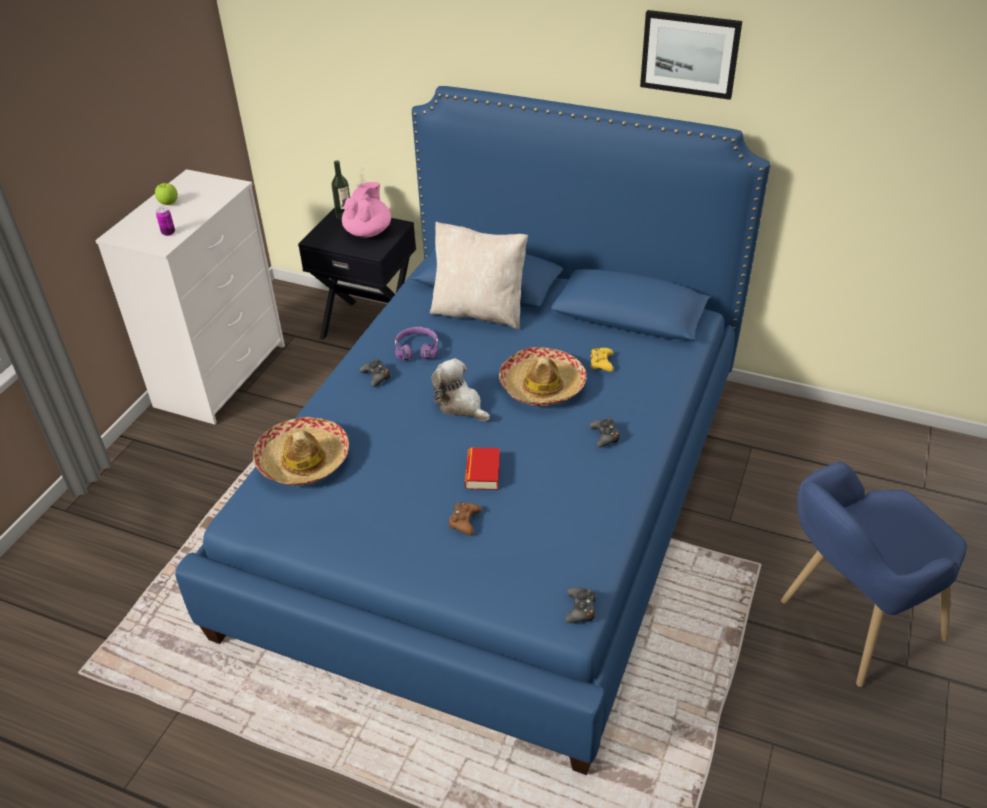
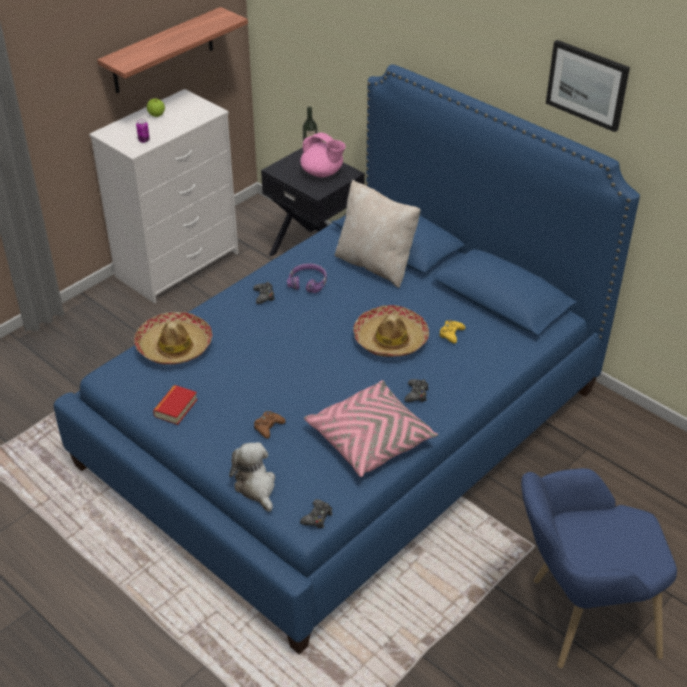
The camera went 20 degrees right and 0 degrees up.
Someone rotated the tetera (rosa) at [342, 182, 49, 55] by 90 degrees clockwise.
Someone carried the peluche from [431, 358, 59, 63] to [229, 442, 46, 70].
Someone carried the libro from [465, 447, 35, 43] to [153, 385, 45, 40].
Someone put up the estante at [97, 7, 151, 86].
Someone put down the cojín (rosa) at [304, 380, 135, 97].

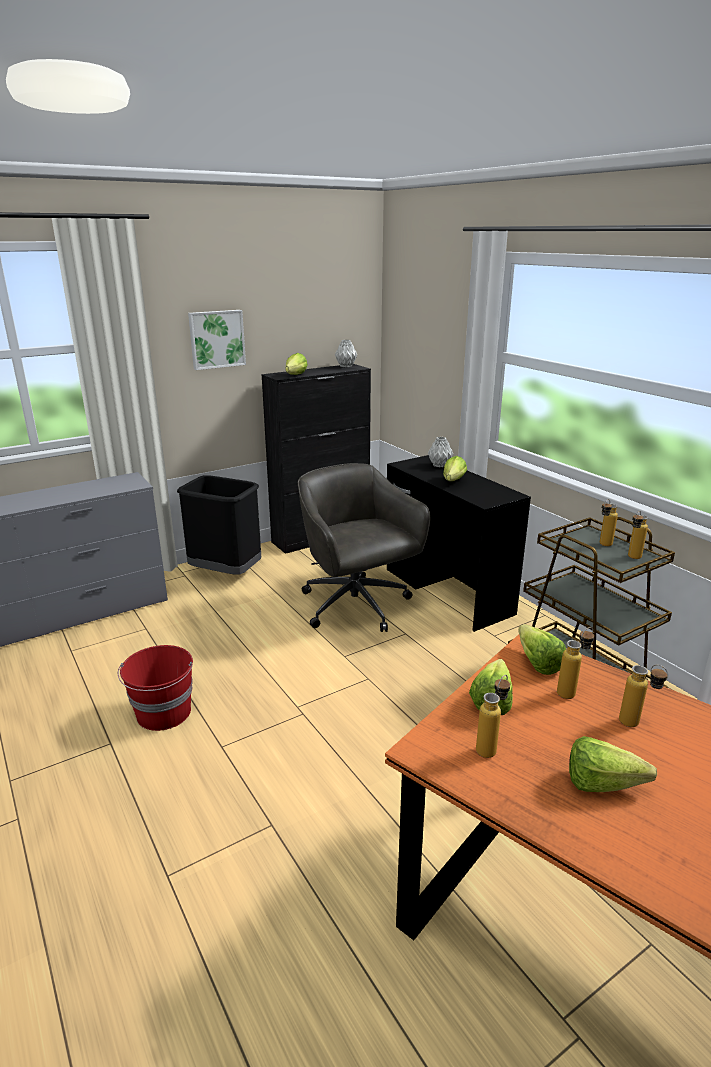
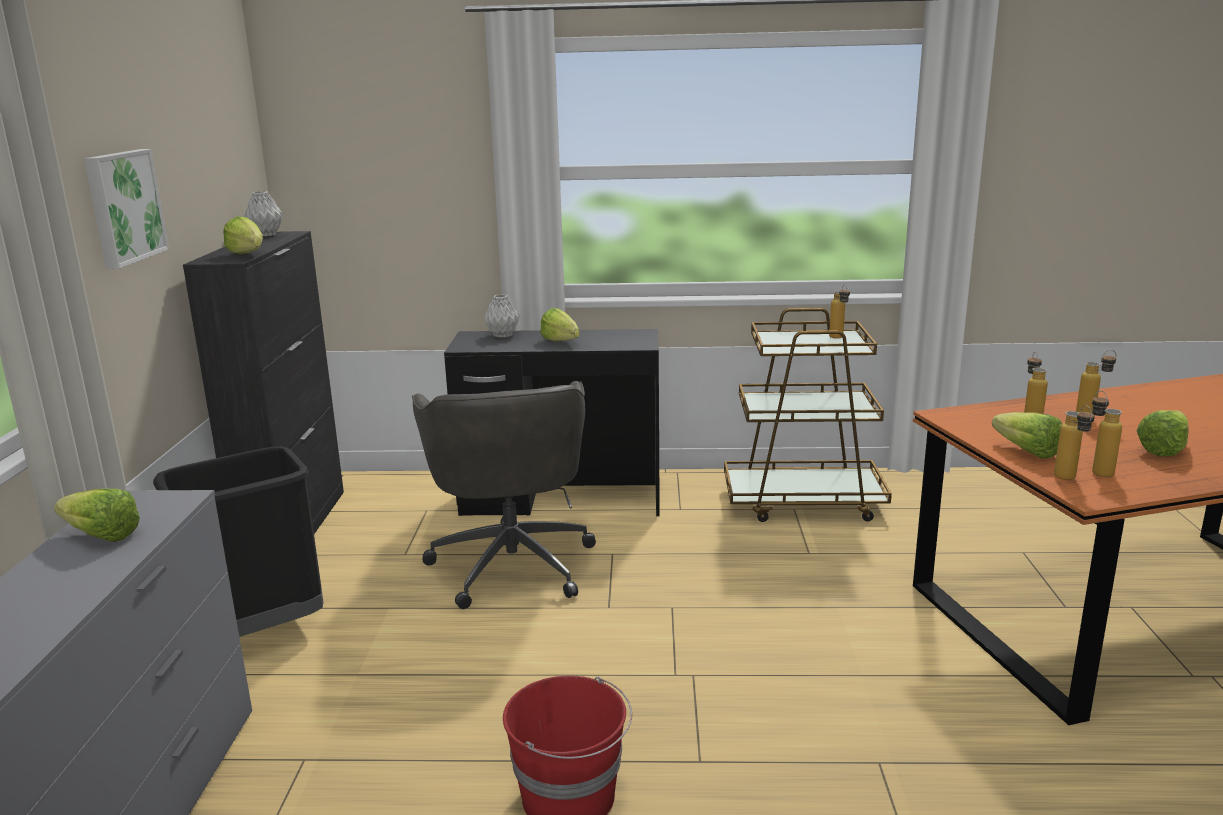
The camera went 55 degrees left and 5 degrees down.
Someone rotated the silla de oficina (gris) at [298, 463, 133, 169] by 105 degrees counterclockwise.
Someone carried the lechuga from [518, 624, 48, 51] to [54, 489, 86, 53].
Someone carried the botella from [600, 499, 18, 47] to [1054, 405, 41, 75].

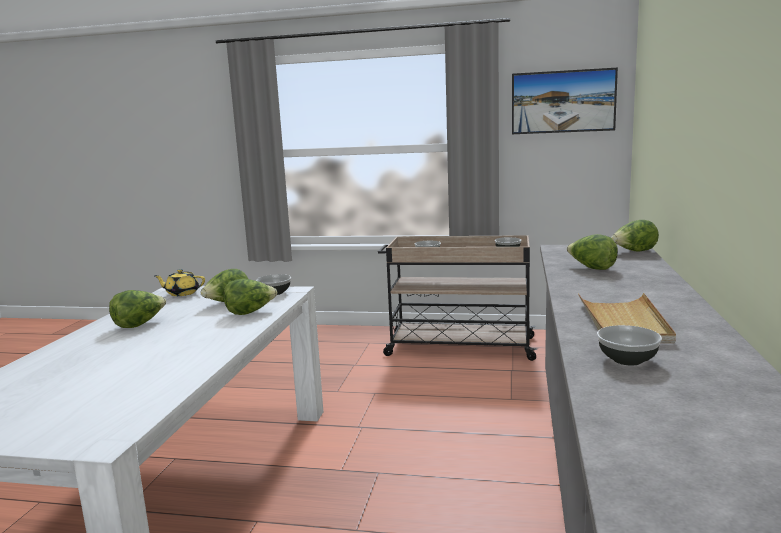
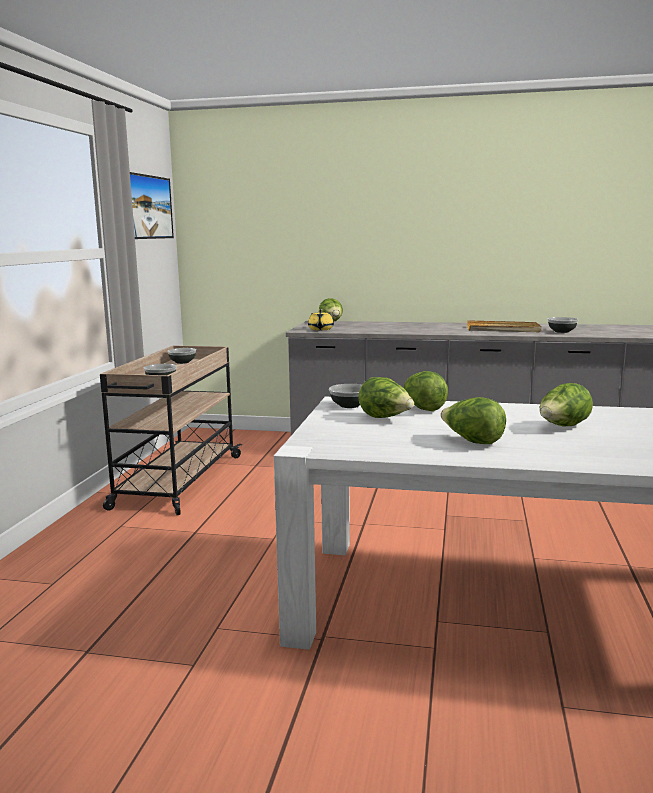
The camera went 90 degrees left and 0 degrees up.
Someone carried the tetera (amarillo) from [154, 269, 51, 27] to [308, 309, 26, 21].
Someone carried the lechuga from [567, 234, 51, 36] to [540, 383, 53, 44].

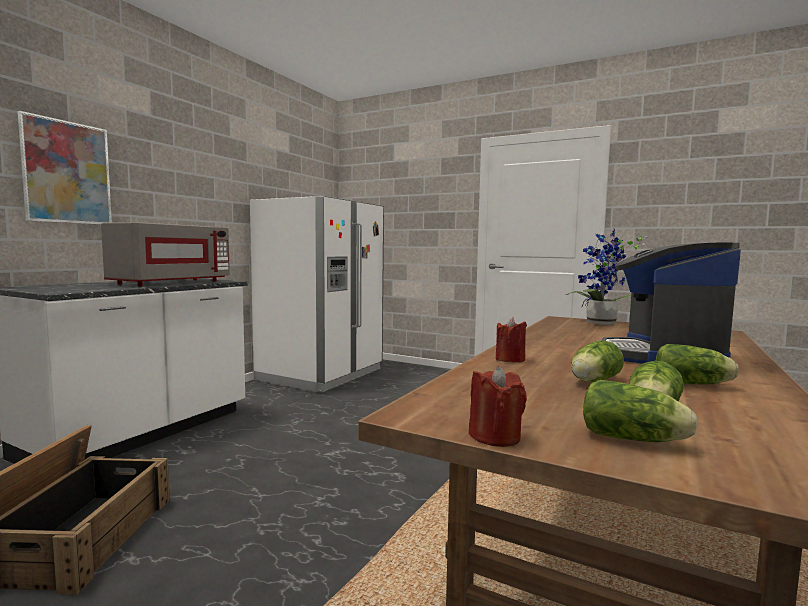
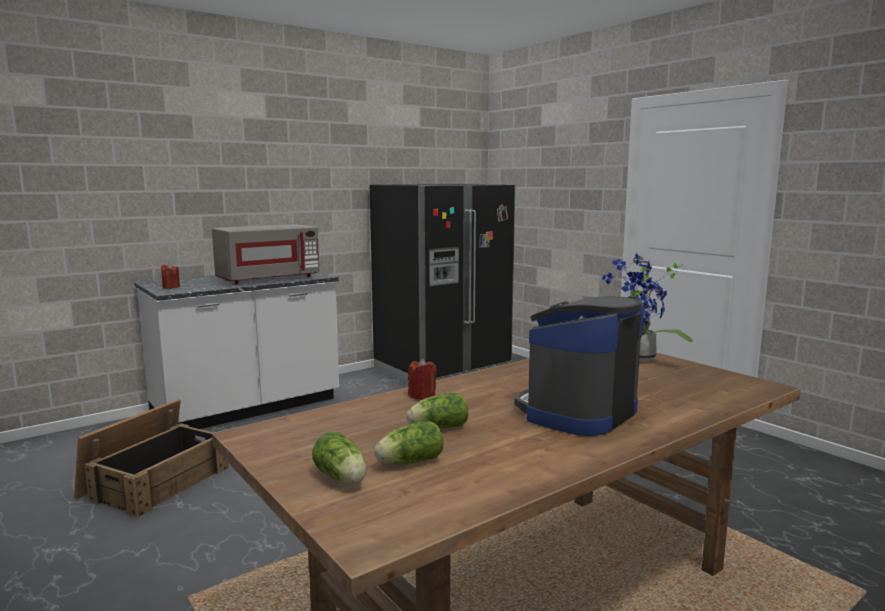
The camera went 25 degrees right and 5 degrees up.
Someone took away the cuadro at [18, 111, 94, 114].
Someone repainted the nevera (blanco) at [250, 196, 134, 196], which became the nevera (negro) at [370, 184, 145, 199].
Someone carried the vela (rojo) from [469, 366, 58, 81] to [161, 263, 19, 25].
Someone took away the lechuga at [656, 344, 83, 41].

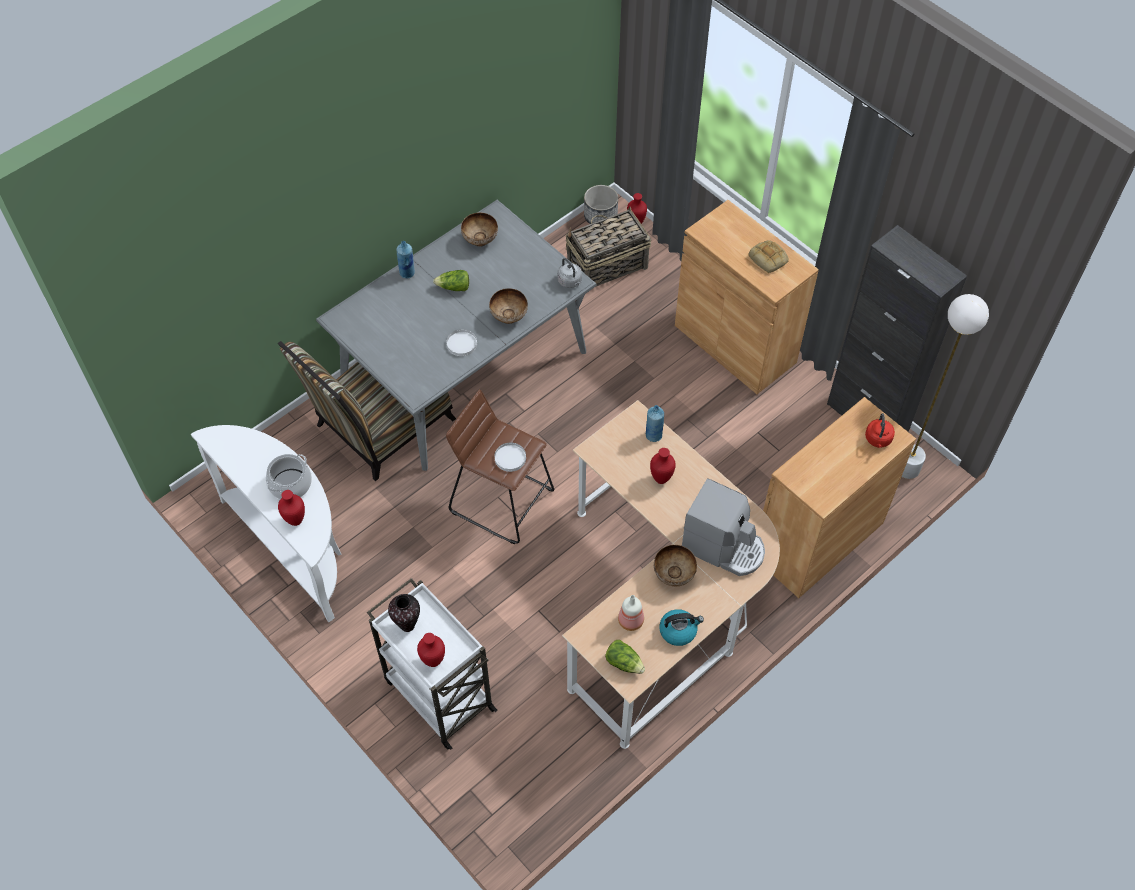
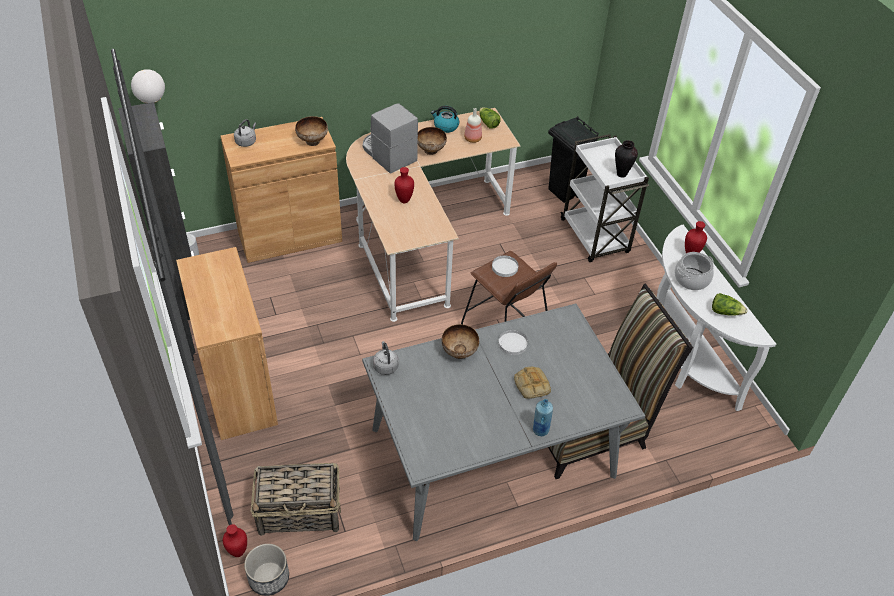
The camera went 160 degrees left and 10 degrees down.
Someone took away the florero (rojo) at [417, 633, 28, 34].
Someone carried the lechuga from [433, 270, 36, 21] to [712, 293, 35, 23].
Someone carried the cuenco from [461, 213, 37, 34] to [295, 116, 33, 30].
Someone took away the botella (azul) at [646, 405, 18, 37].
Someone carried the pan from [749, 240, 40, 33] to [514, 366, 37, 33].
Someone repainted the hervidor (rojo) at [865, 413, 30, 35], which became the hervidor (gris) at [234, 119, 22, 28].
Someone put down the papelera (negro) at [548, 116, 51, 87].

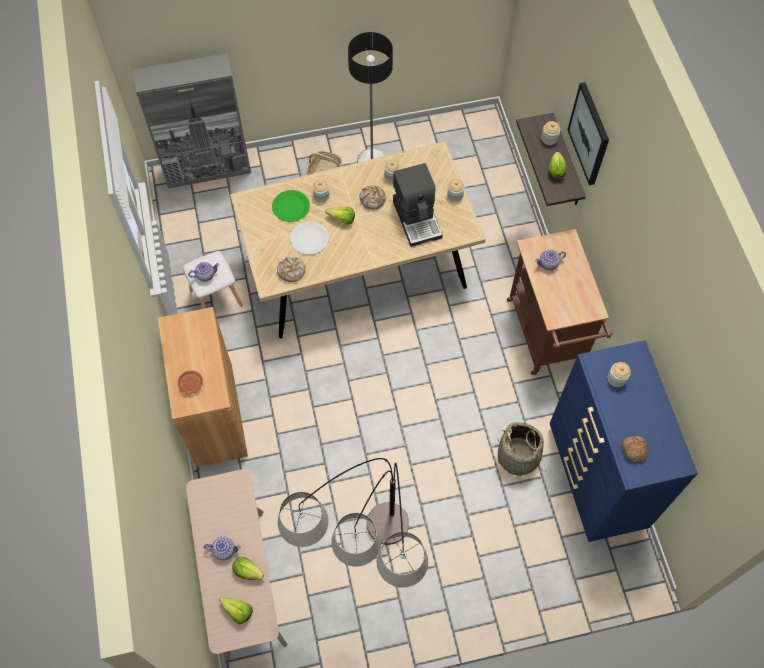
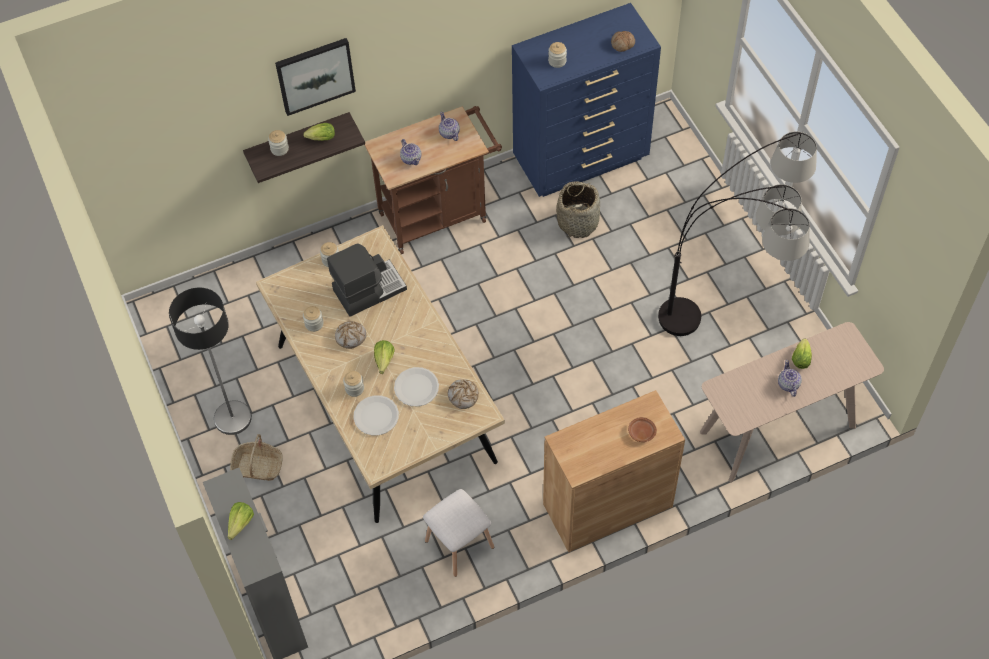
The camera went 100 degrees left and 5 degrees down.
Someone carried the tetera from [188, 262, 31, 20] to [439, 112, 21, 29].
Someone carried the lechuga from [219, 597, 34, 27] to [228, 502, 26, 38].
Someone repainted the plato (verde) at [272, 190, 38, 32], which became the plato (blanco) at [354, 395, 45, 40].

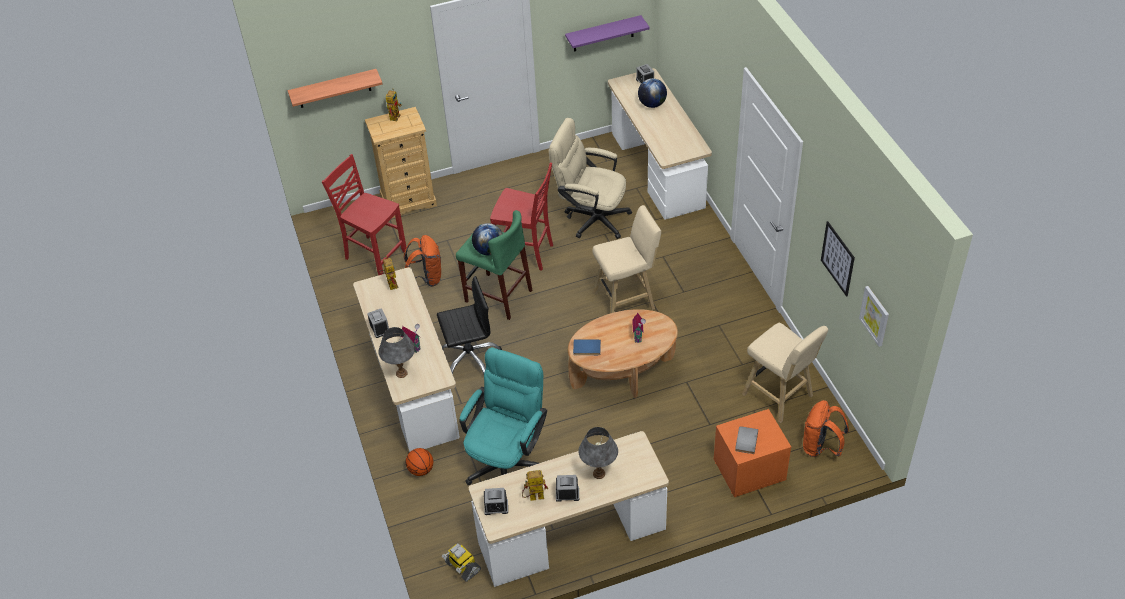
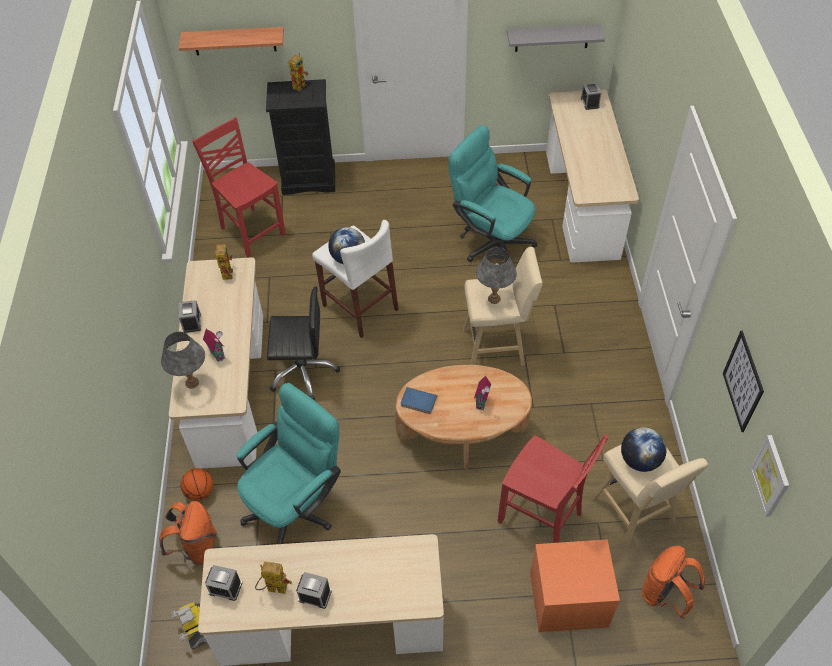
The camera went 15 degrees right and 5 degrees up.
Someone repainted the cómoda (beis) at [365, 107, 72, 111], which became the cómoda (negro) at [266, 79, 69, 116].
Someone carried the mochila (naranja) from [404, 235, 38, 52] to [159, 501, 58, 64].
Someone repainted the taburete (verde) at [456, 210, 76, 110], which became the taburete (blanco) at [312, 220, 87, 118].
Someone carried the silla (rojo) from [490, 163, 63, 108] to [498, 435, 110, 108].
Someone repainted the silla de oficina (beis) at [549, 118, 83, 121], which became the silla de oficina (turquesa) at [448, 125, 89, 137].
Someone repainted the estante (morado) at [565, 15, 85, 36], which became the estante (gris) at [507, 24, 98, 28].
Someone carried the lámpara de mesa (gris) from [578, 427, 40, 52] to [476, 247, 41, 57].
Someone carried the globo terráqueo from [638, 78, 29, 30] to [621, 427, 46, 45].
Someone took away the libro (gris) at [735, 426, 23, 28].

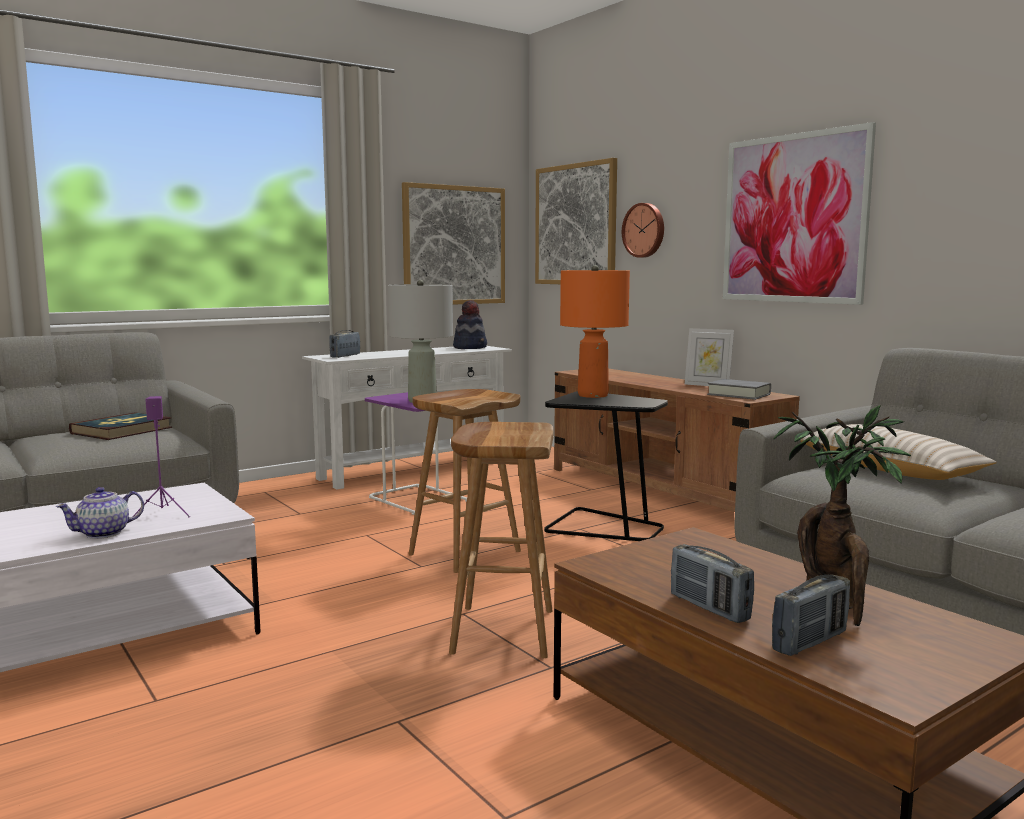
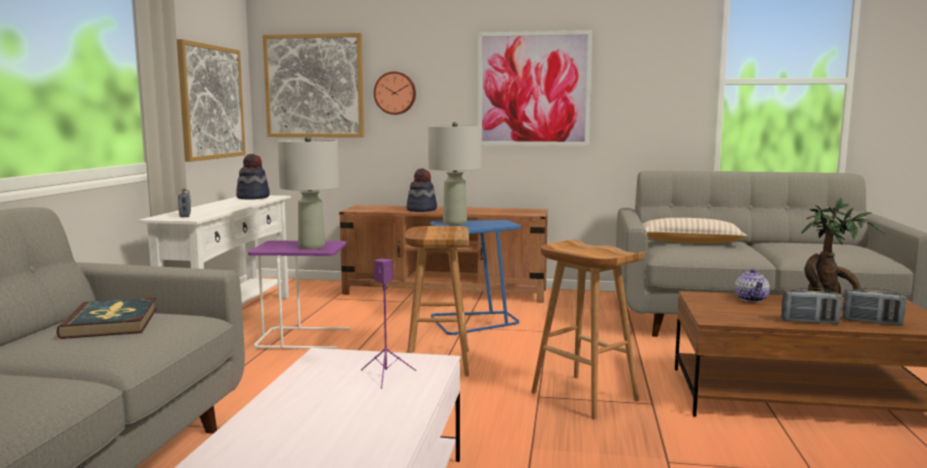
The camera went 45 degrees left and 0 degrees up.
Someone carried the tetera from [56, 487, 88, 52] to [735, 269, 35, 33].
Someone repainted the mesa auxiliar (negro) at [544, 391, 124, 150], which became the mesa auxiliar (azul) at [430, 220, 91, 115].
Someone repainted the lámpara de mesa (naranja) at [560, 265, 70, 133], which became the lámpara de mesa (gris) at [428, 122, 54, 103].
Someone took away the portarretratos at [685, 328, 49, 58].
Someone took away the libro (gris) at [707, 379, 64, 21].
Someone rotated the radio at [772, 574, 78, 82] by 105 degrees clockwise.
Someone put down the sombrero at [407, 169, 30, 43].

